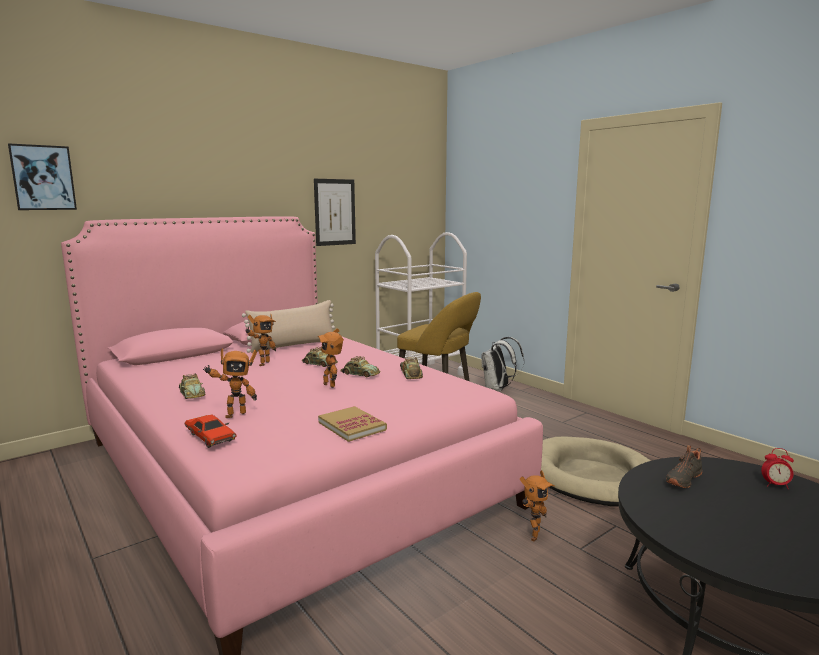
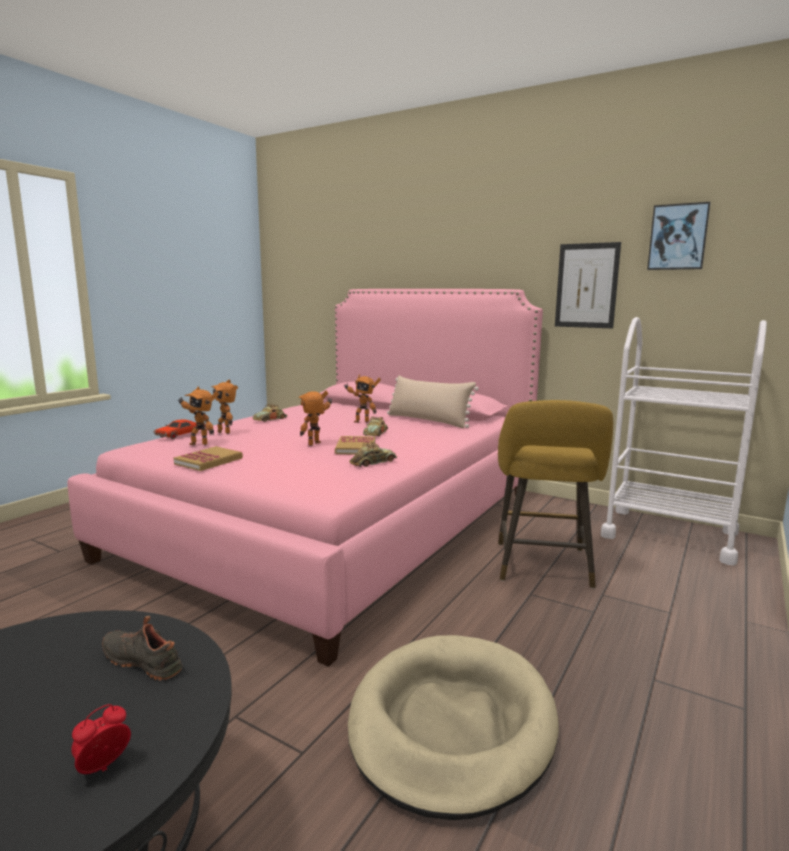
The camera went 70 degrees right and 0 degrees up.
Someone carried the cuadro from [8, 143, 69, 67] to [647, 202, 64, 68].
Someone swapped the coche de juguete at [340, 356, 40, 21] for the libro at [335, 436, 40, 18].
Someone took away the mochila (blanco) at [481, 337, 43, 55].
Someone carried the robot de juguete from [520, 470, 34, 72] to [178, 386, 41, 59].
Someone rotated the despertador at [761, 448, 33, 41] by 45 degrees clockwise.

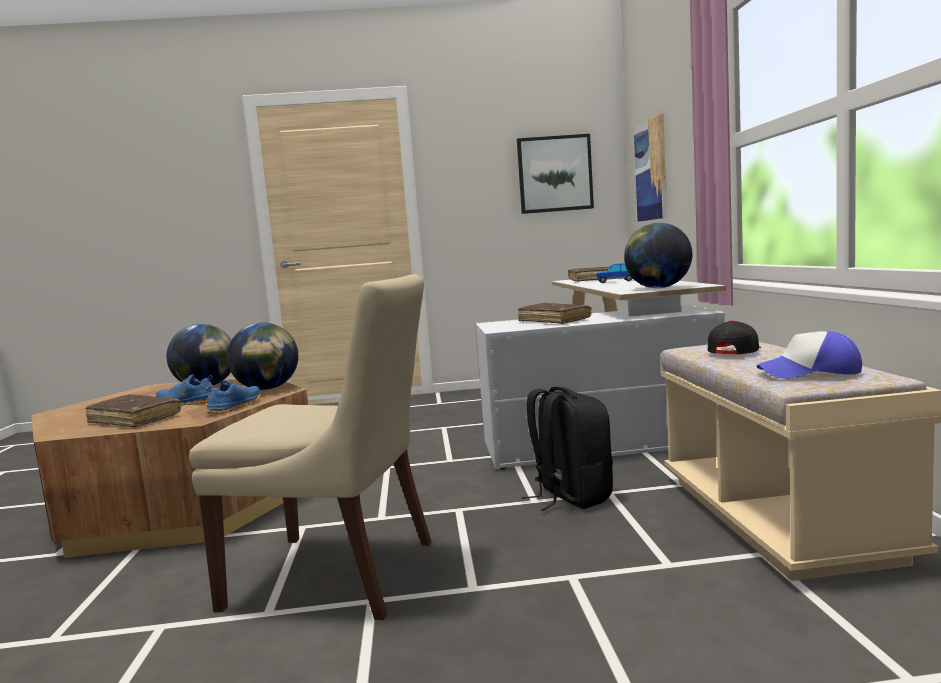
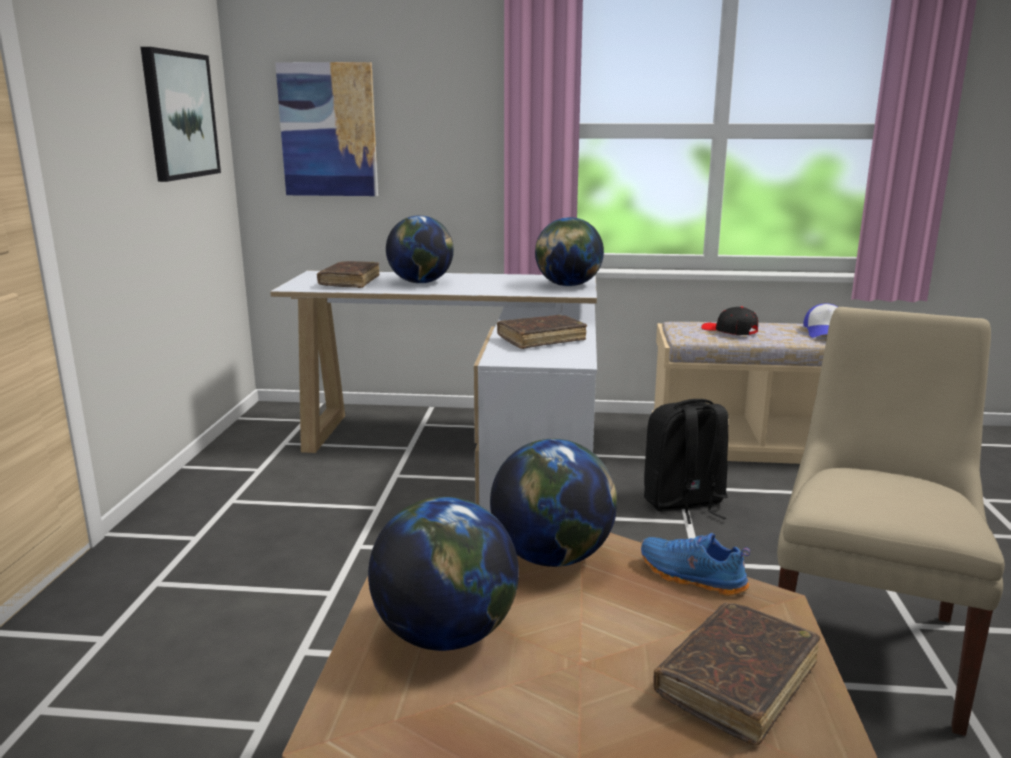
The camera went 80 degrees left and 10 degrees up.
Someone took away the zapato (azul) at [156, 375, 57, 31].
Someone swapped the coche de juguete at [595, 263, 38, 20] for the globo terráqueo at [386, 215, 68, 69].

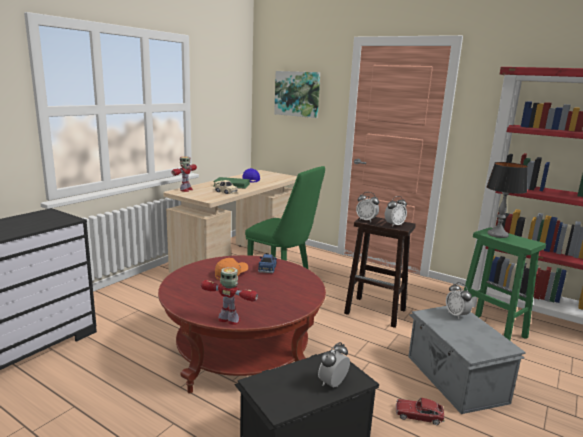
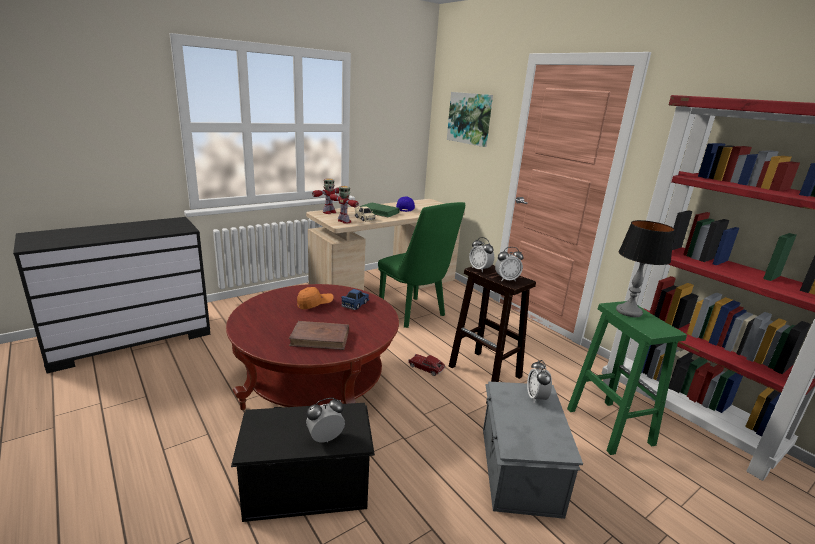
The camera went 20 degrees right and 5 degrees up.
Someone carried the robot de juguete from [201, 267, 57, 58] to [330, 186, 29, 38].
Someone carried the coche de juguete from [396, 398, 49, 27] to [408, 354, 37, 22].
Someone put down the libro (marrón) at [289, 321, 60, 29].

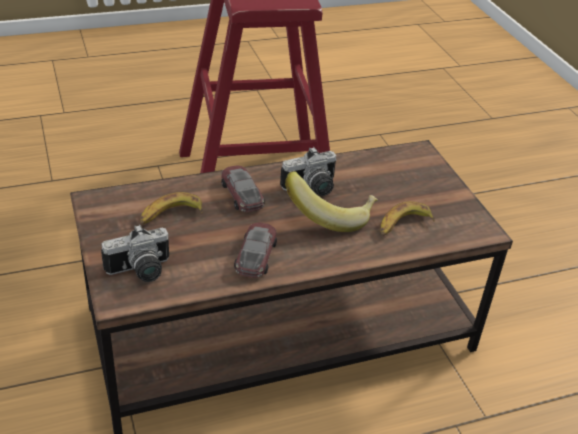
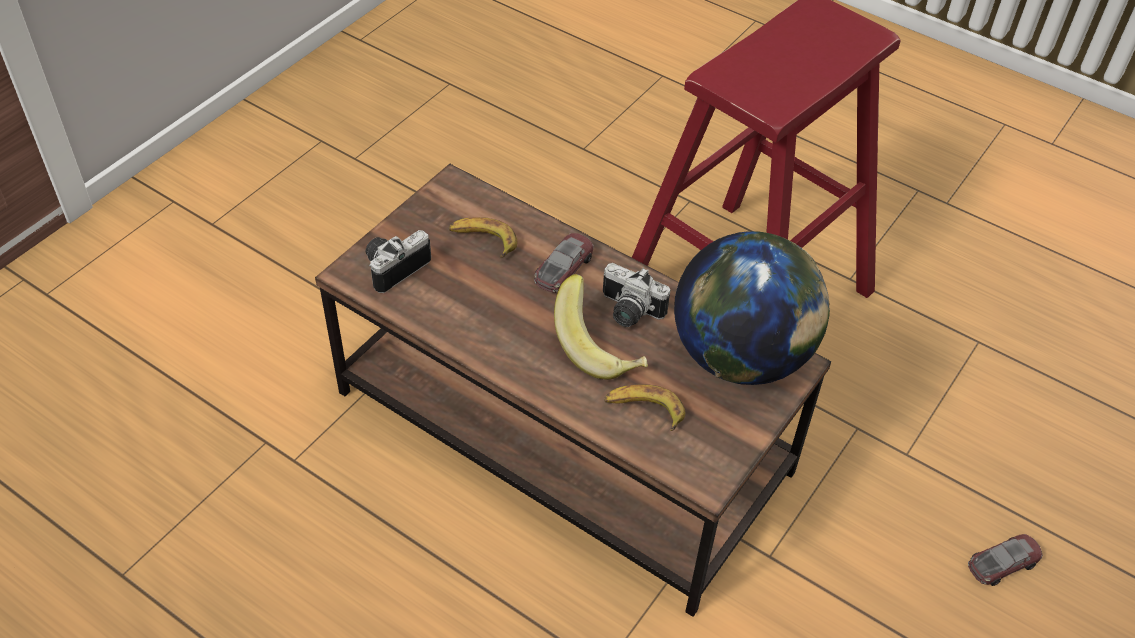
The camera went 55 degrees right and 10 degrees up.
Someone rotated the cámara at [101, 224, 68, 58] by 105 degrees clockwise.
Someone carried the coche de juguete from [234, 223, 43, 55] to [968, 534, 75, 52].
Someone put down the globo terráqueo at [674, 231, 156, 154].

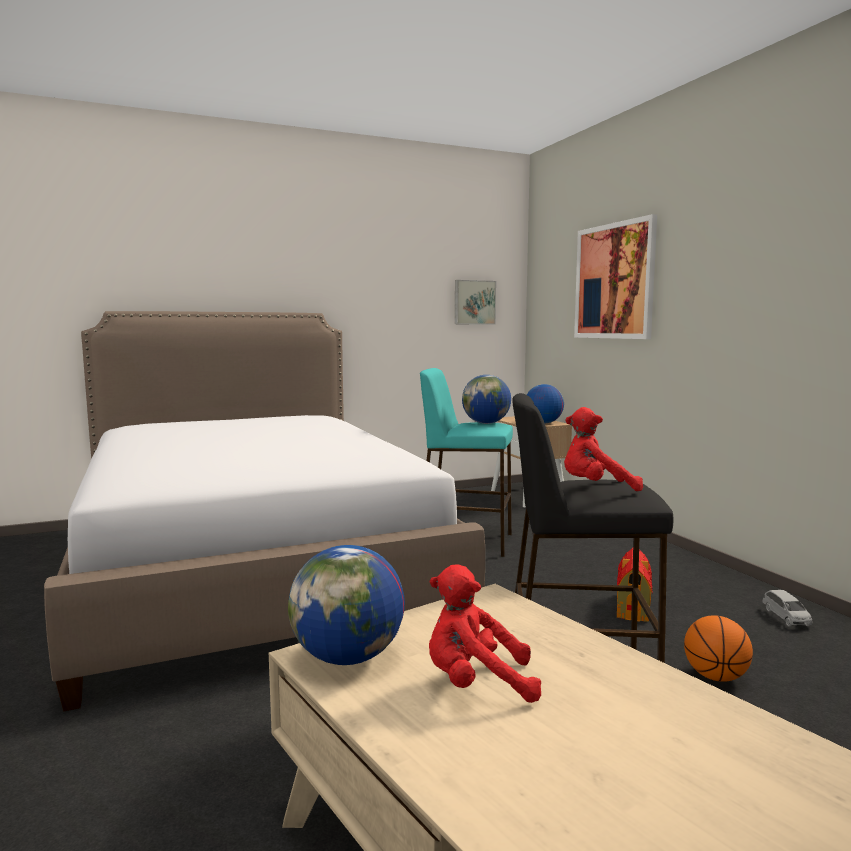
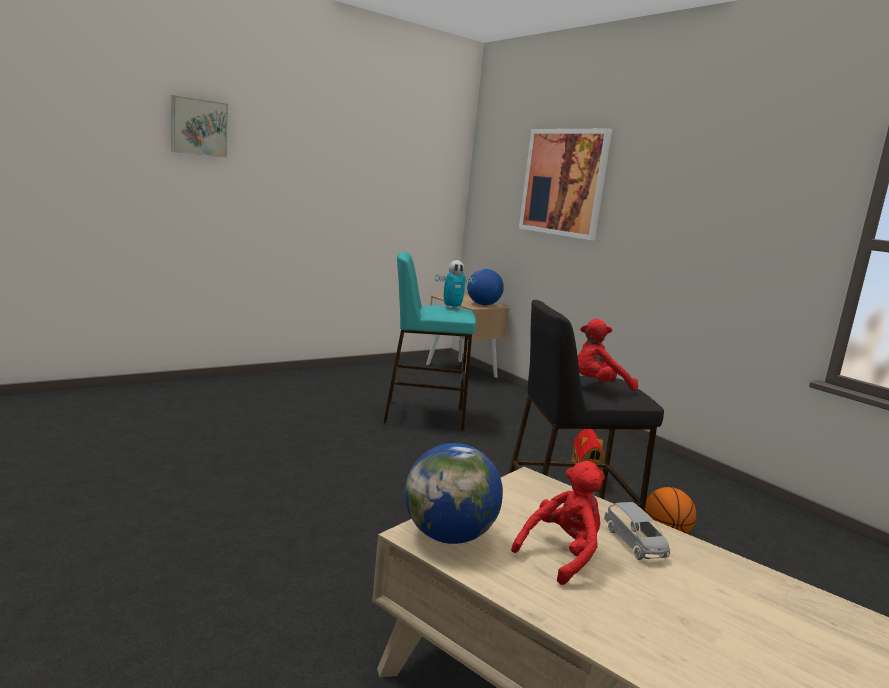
The camera went 15 degrees left and 5 degrees up.
Someone took away the cama at [44, 311, 441, 401].
Someone rotated the peluche (rojo) at [429, 564, 112, 139] by 150 degrees clockwise.
Someone carried the cuadro from [455, 280, 41, 44] to [171, 95, 57, 63].
Someone swapped the globo terráqueo at [462, 375, 49, 49] for the robot de juguete at [435, 260, 40, 50].
Someone carried the coche de juguete (gris) from [763, 590, 49, 37] to [604, 502, 66, 58].

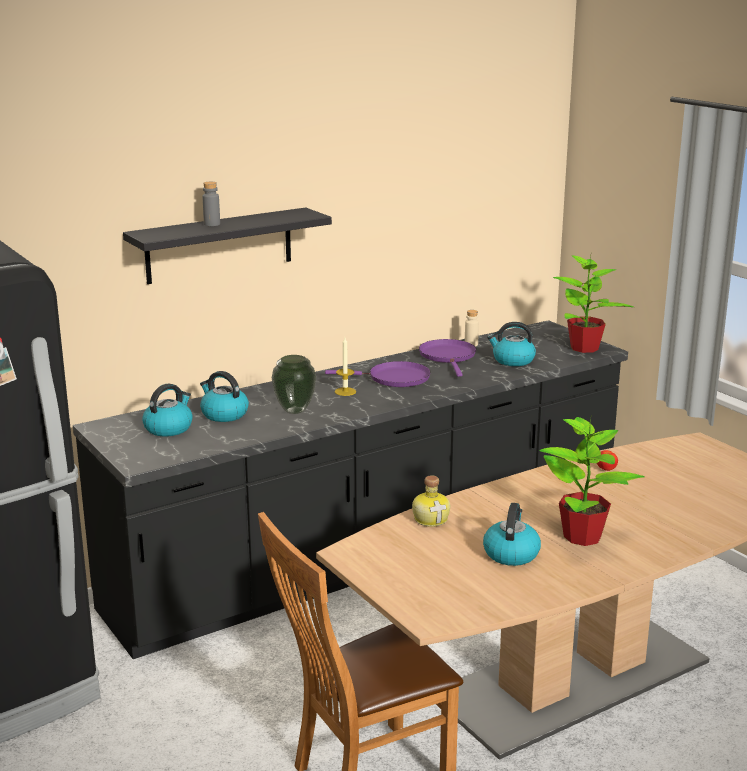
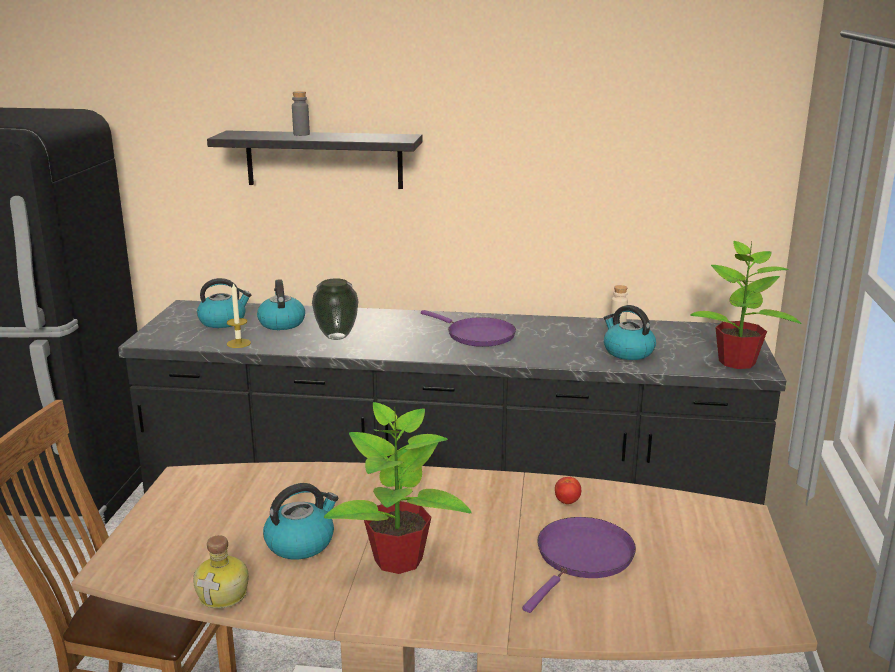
The camera went 40 degrees right and 0 degrees up.
Someone carried the vela from [335, 338, 21, 58] to [227, 282, 24, 66].
Someone carried the botella from [412, 476, 38, 51] to [193, 535, 56, 74].
Someone carried the sartén (morado) from [419, 339, 57, 38] to [522, 517, 114, 96].

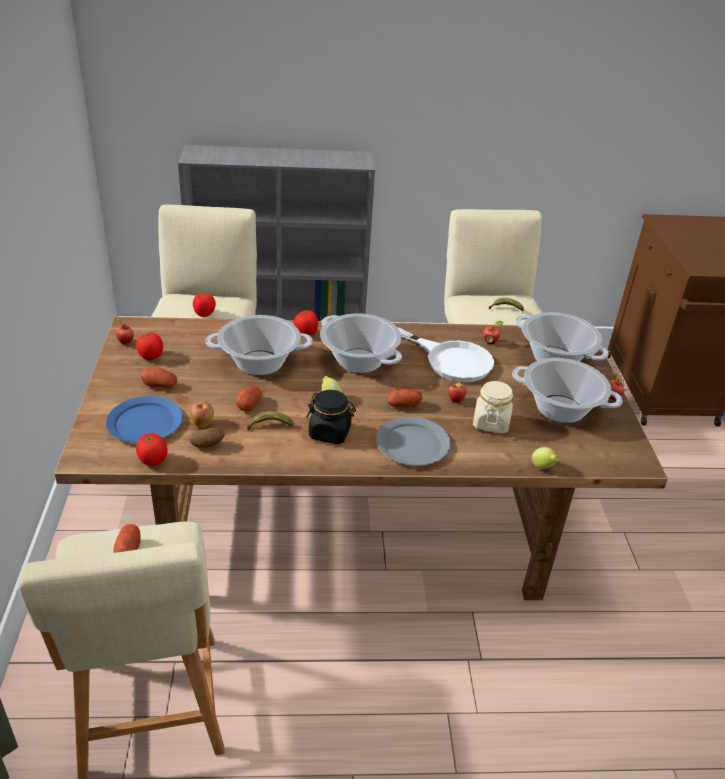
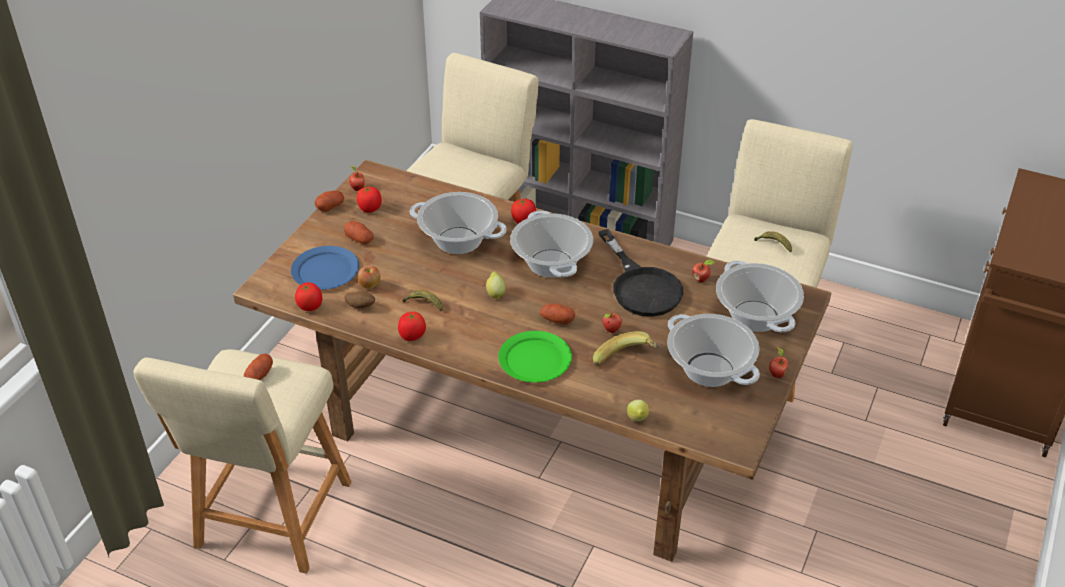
The camera went 30 degrees right and 5 degrees up.
Someone carried the tomate from [193, 293, 23, 24] to [398, 312, 28, 29].
Someone carried the patata from [236, 385, 26, 27] to [315, 190, 29, 22].
Someone took away the tarro (negro) at [306, 390, 50, 54].
Someone repainted the plato (gris) at [376, 417, 75, 49], which became the plato (verde) at [498, 331, 74, 51].
Someone repainted the sartén (blanco) at [395, 325, 99, 57], which became the sartén (negro) at [599, 229, 84, 88].
Someone swapped the tarro (beis) at [473, 381, 40, 53] for the plátano at [593, 331, 66, 35].

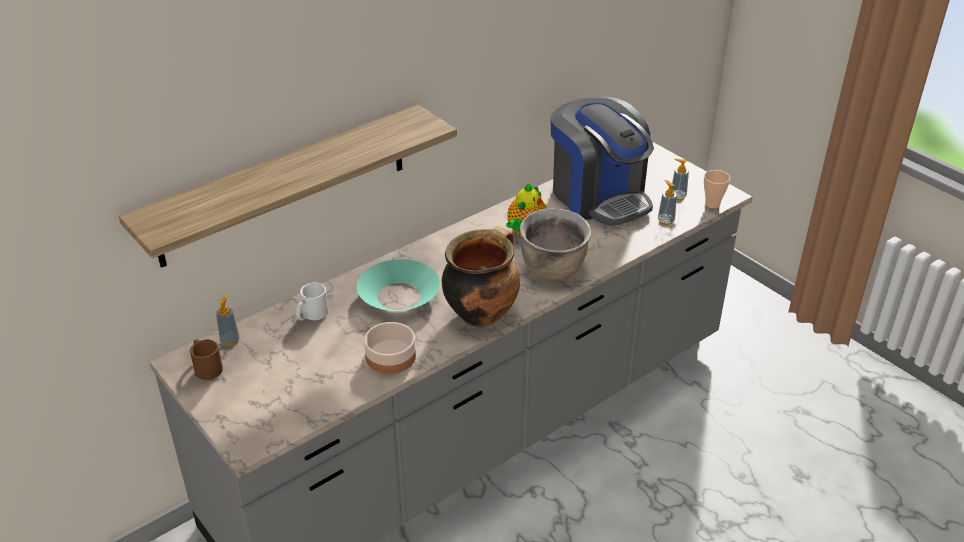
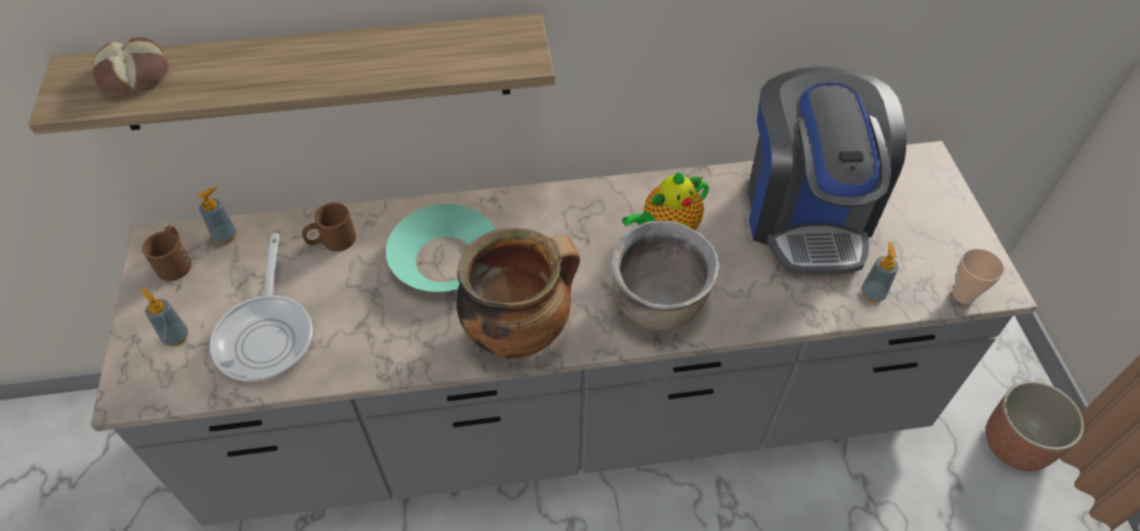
The camera went 30 degrees right and 15 degrees up.
Someone repainted the taza grande (blanco) at [296, 283, 33, 37], which became the taza grande (marrón) at [302, 203, 54, 48].
Someone took away the cuenco at [364, 322, 52, 52].
Someone carried the dispensador de jabón from [672, 159, 17, 42] to [142, 288, 46, 58].
Someone put down the pan at [93, 37, 75, 59].
Someone put down the sartén at [209, 233, 104, 149].
Someone put down the maceta at [986, 381, 98, 90].

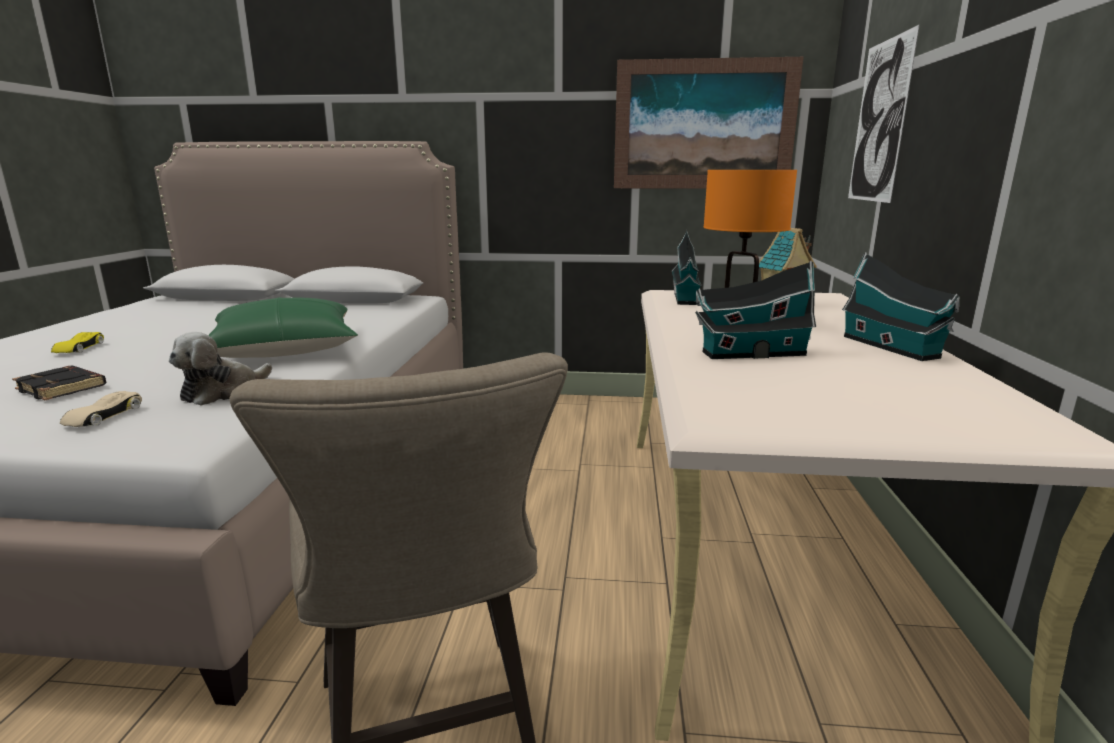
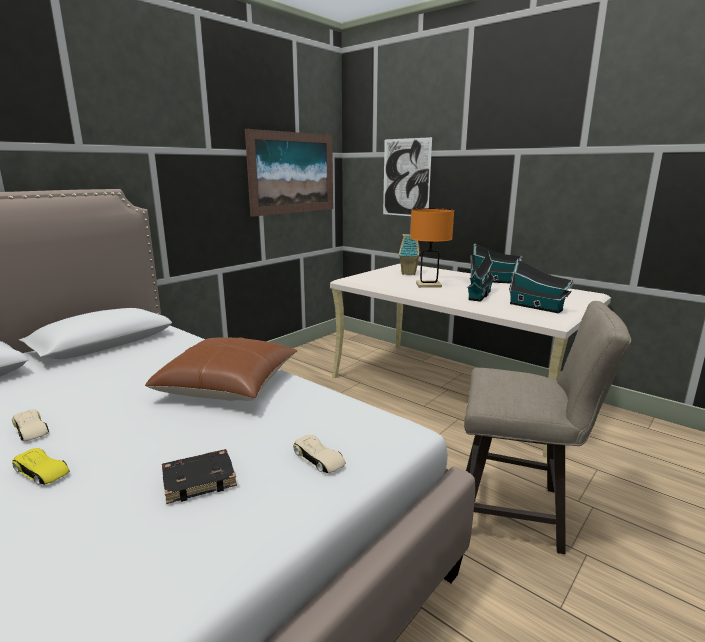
The camera went 55 degrees left and 0 degrees up.
Someone took away the peluche at [169, 332, 103, 74].
Someone repainted the cojín (verde) at [208, 297, 150, 61], which became the cojín (marrón) at [145, 337, 153, 64].
Someone carried the casita from [672, 230, 30, 75] to [509, 259, 65, 54].
Someone put down the coche de juguete (beis) at [12, 409, 37, 32].

